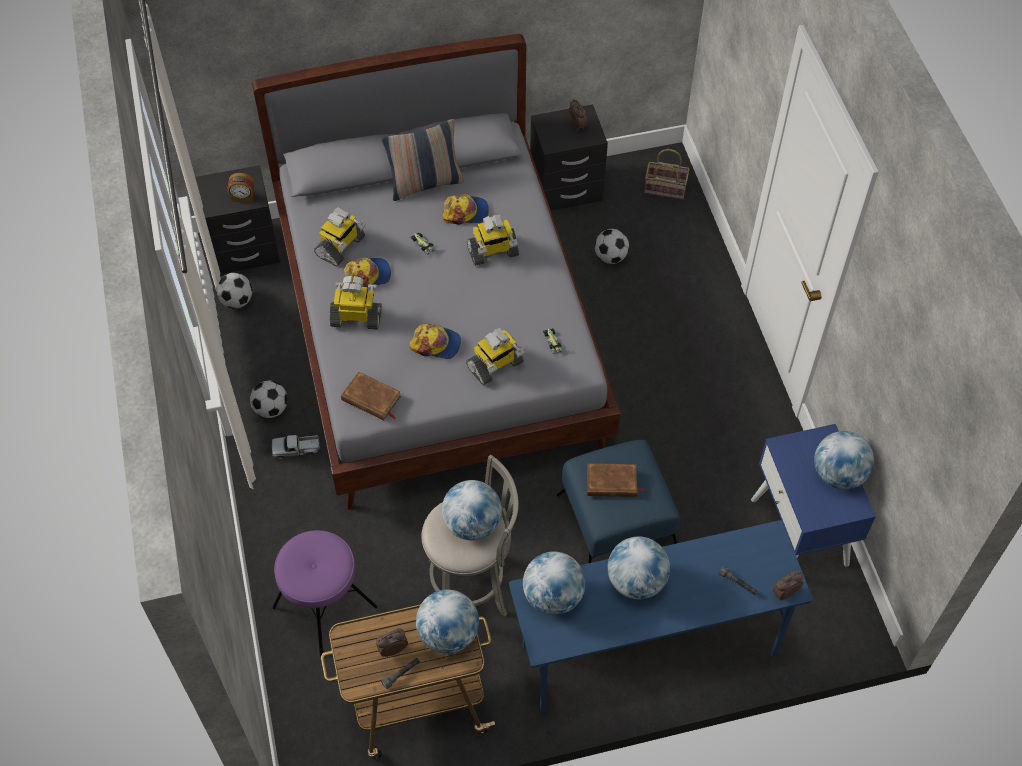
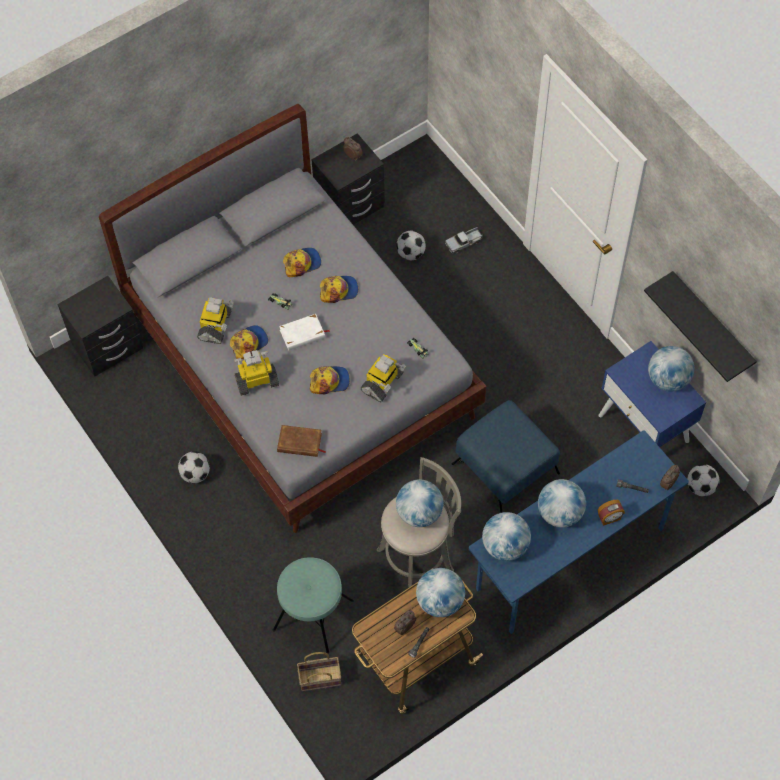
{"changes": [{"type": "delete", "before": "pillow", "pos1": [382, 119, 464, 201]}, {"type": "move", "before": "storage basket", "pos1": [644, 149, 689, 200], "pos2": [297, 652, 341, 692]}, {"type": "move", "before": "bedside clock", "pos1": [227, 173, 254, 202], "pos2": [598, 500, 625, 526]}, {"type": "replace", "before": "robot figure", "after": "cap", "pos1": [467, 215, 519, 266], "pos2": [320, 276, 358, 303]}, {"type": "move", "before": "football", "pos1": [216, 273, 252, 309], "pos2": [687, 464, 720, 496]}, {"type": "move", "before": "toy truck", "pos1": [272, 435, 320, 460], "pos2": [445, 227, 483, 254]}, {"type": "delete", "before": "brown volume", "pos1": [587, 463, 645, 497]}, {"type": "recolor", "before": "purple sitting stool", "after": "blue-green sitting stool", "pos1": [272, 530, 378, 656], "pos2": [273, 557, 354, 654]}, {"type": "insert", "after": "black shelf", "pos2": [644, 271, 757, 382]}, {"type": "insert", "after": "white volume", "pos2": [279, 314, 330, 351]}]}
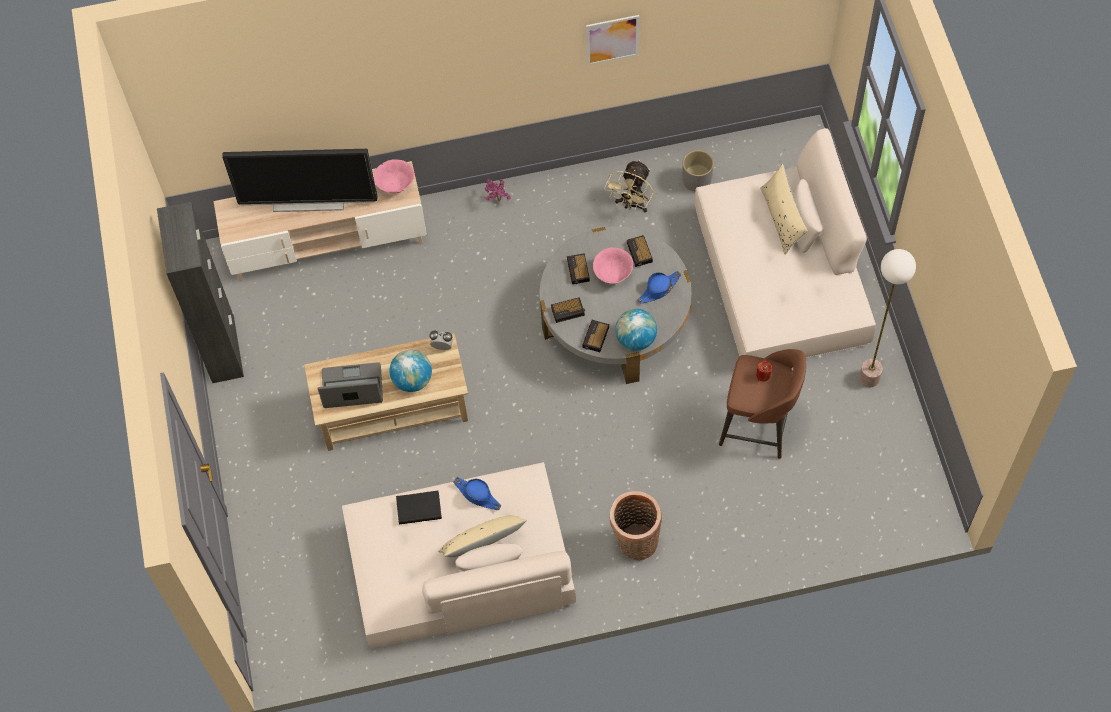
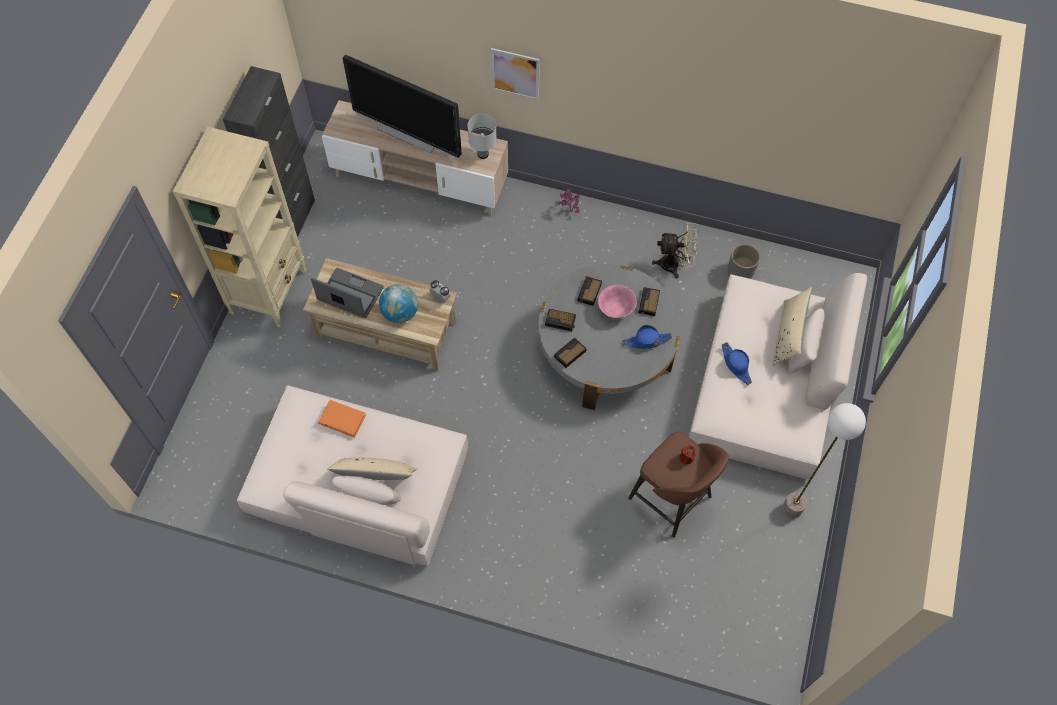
{"changes": [{"type": "move", "before": "picture", "pos1": [586, 15, 639, 66], "pos2": [491, 48, 540, 100]}, {"type": "replace", "before": "pinkish deep dish", "after": "white table lamp", "pos1": [374, 159, 414, 194], "pos2": [467, 114, 497, 159]}, {"type": "rotate", "before": "beige electric fan", "pos1": [604, 160, 654, 212], "pos2": [652, 223, 698, 278], "turn": -135}, {"type": "delete", "before": "desk globe", "pos1": [615, 309, 657, 351]}, {"type": "move", "before": "bluish wearable hat", "pos1": [453, 477, 501, 510], "pos2": [722, 342, 752, 385]}, {"type": "recolor", "before": "black volume", "after": "orange-coloured volume", "pos1": [396, 491, 442, 524], "pos2": [318, 400, 366, 437]}, {"type": "delete", "before": "storage basket", "pos1": [609, 491, 662, 560]}, {"type": "insert", "after": "beige shelving unit", "pos2": [173, 127, 306, 328]}]}
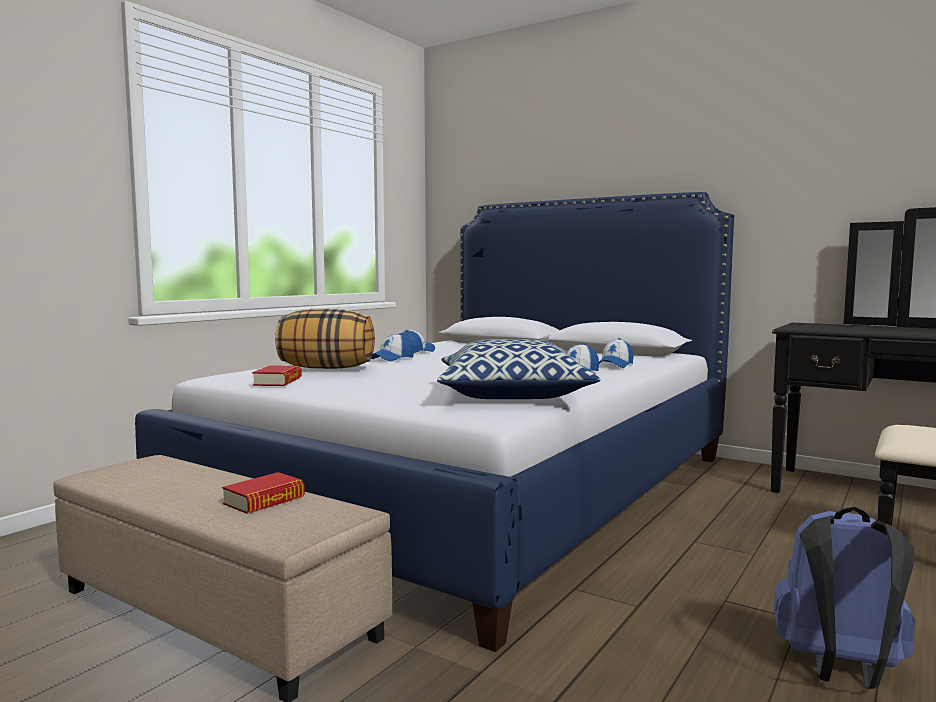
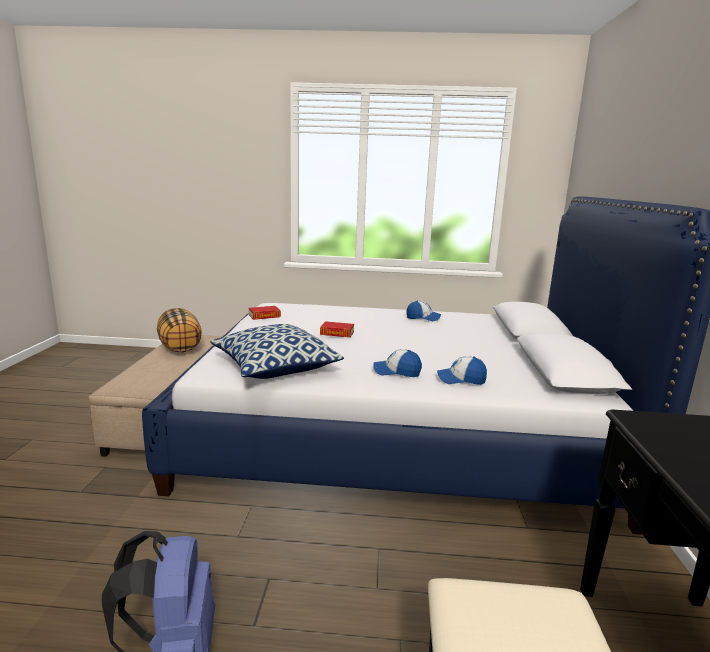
{"changes": [{"type": "move", "before": "pillow", "pos1": [275, 309, 375, 369], "pos2": [157, 308, 202, 352]}, {"type": "delete", "before": "cap", "pos1": [371, 333, 414, 361]}, {"type": "move", "before": "volume", "pos1": [222, 472, 305, 514], "pos2": [320, 321, 354, 337]}]}
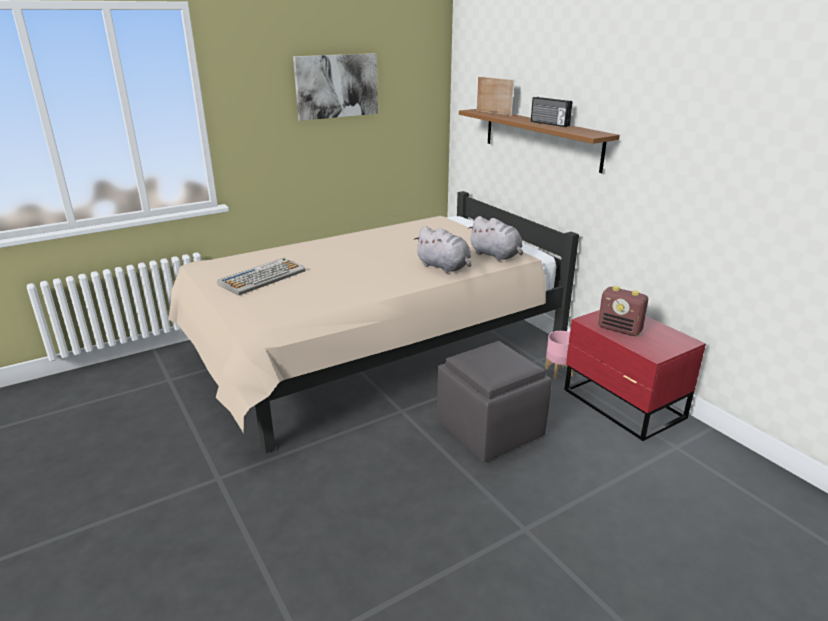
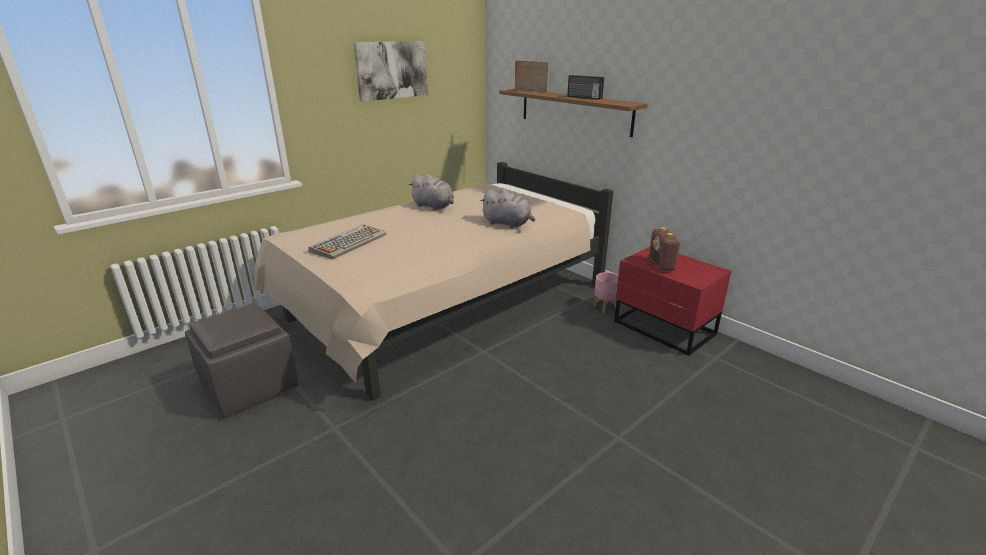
{"changes": [{"type": "move", "before": "greyish plush toy", "pos1": [468, 216, 523, 261], "pos2": [408, 174, 454, 210]}, {"type": "rotate", "before": "radio set", "pos1": [598, 286, 648, 336], "pos2": [649, 227, 682, 271], "turn": 60}, {"type": "move", "before": "greyish ottoman", "pos1": [437, 341, 552, 462], "pos2": [185, 303, 299, 418]}]}
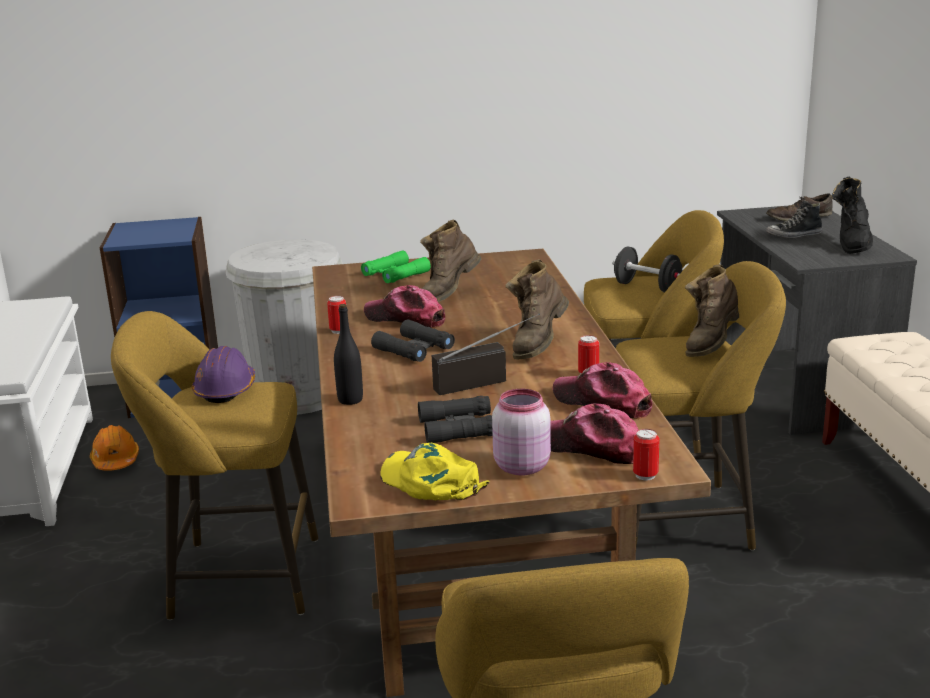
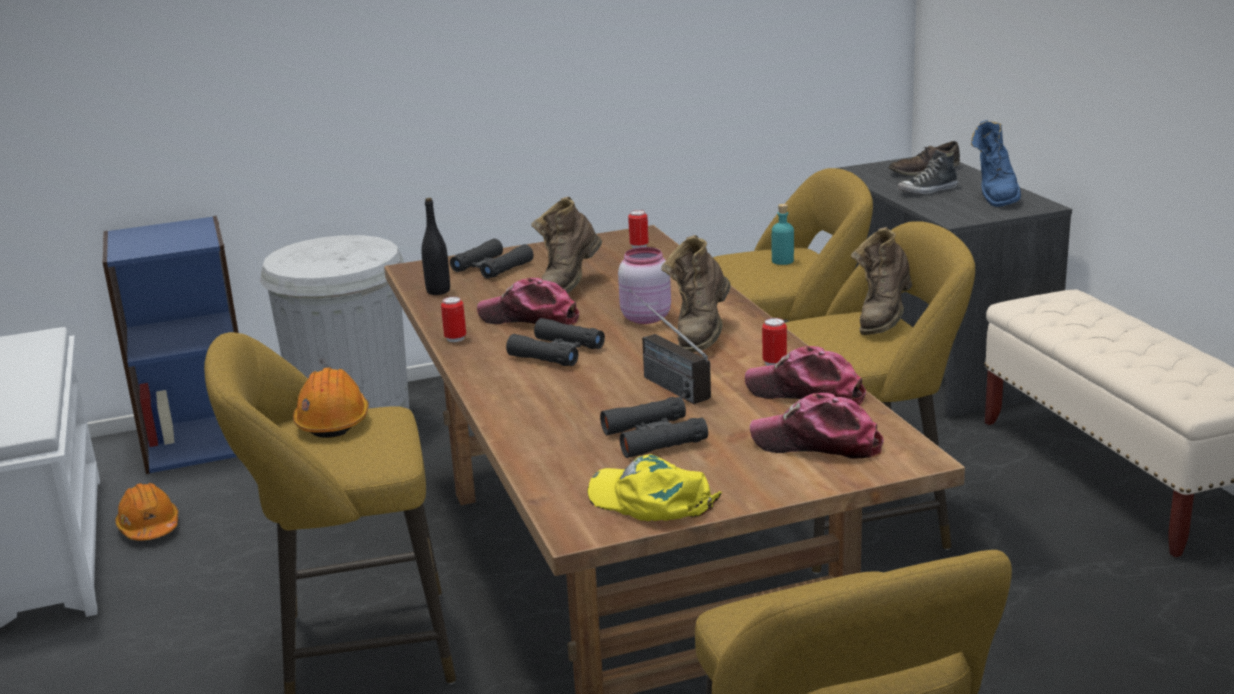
{"changes": [{"type": "recolor", "before": "black tall boot", "after": "bluish tall boot", "pos1": [831, 176, 873, 254], "pos2": [971, 120, 1021, 207]}, {"type": "replace", "before": "black hand weight", "after": "blue-green bottle", "pos1": [612, 247, 682, 292], "pos2": [772, 204, 794, 265]}, {"type": "recolor", "before": "green-coloured field glasses", "after": "black field glasses", "pos1": [361, 250, 431, 283], "pos2": [450, 238, 534, 279]}, {"type": "move", "before": "black bottle", "pos1": [334, 304, 363, 405], "pos2": [421, 198, 450, 295]}, {"type": "rotate", "before": "radio set", "pos1": [432, 313, 540, 395], "pos2": [629, 290, 711, 404], "turn": -90}, {"type": "recolor", "before": "purple hard hat", "after": "orange-coloured hard hat", "pos1": [192, 346, 255, 403], "pos2": [293, 368, 369, 438]}, {"type": "move", "before": "pinkish jar", "pos1": [492, 389, 551, 476], "pos2": [618, 247, 671, 324]}, {"type": "move", "before": "sealed can", "pos1": [633, 429, 660, 481], "pos2": [628, 210, 649, 248]}]}
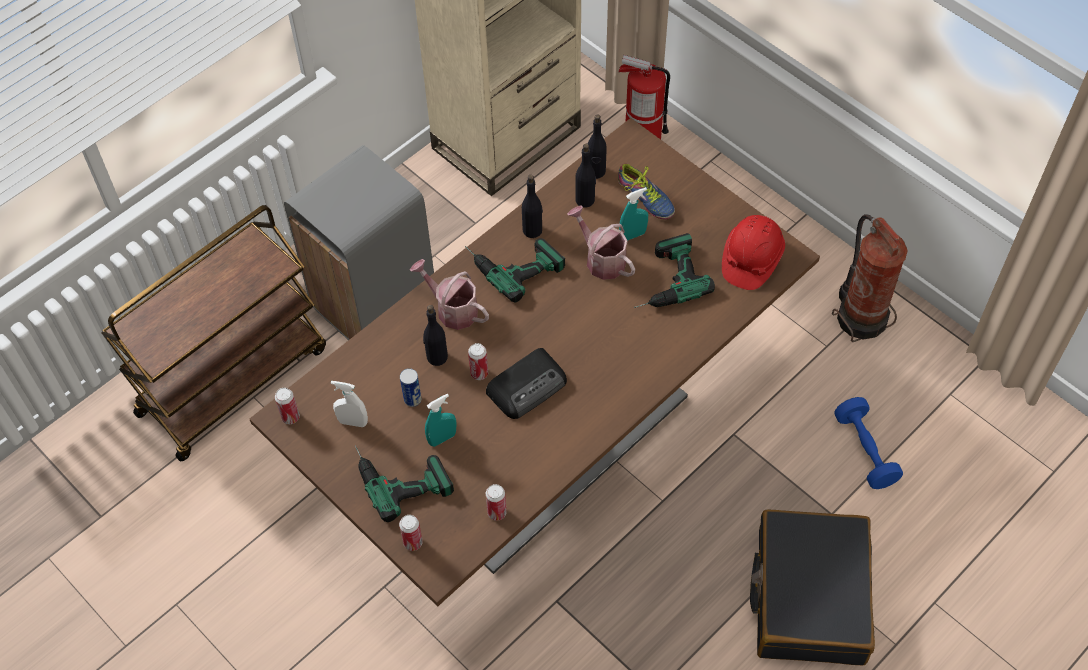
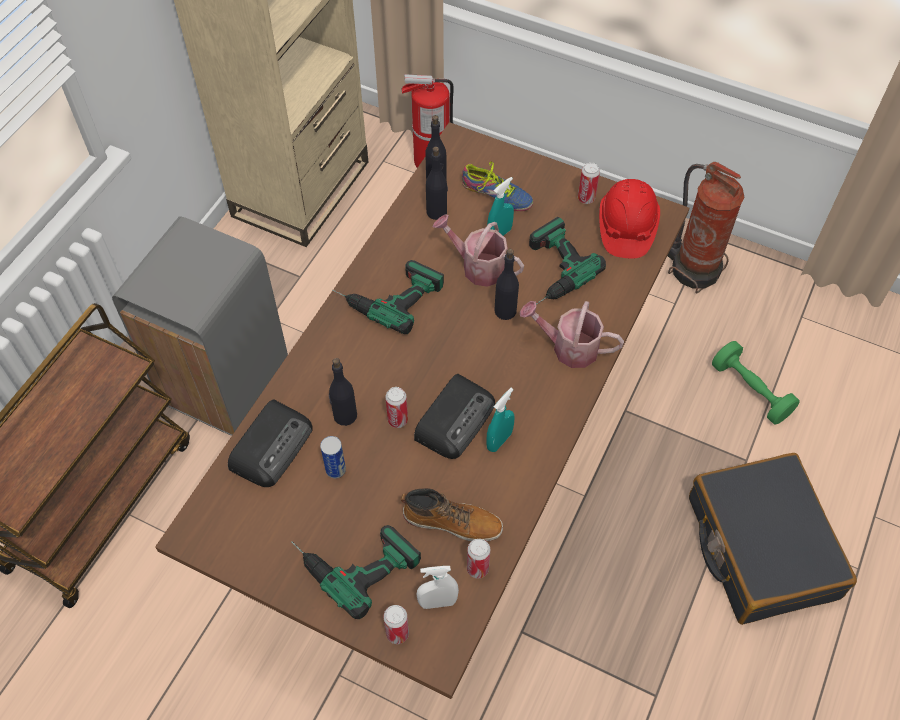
{"changes": [{"type": "move", "before": "black bottle", "pos1": [522, 175, 543, 238], "pos2": [494, 249, 519, 320]}, {"type": "move", "before": "watering can", "pos1": [410, 259, 489, 330], "pos2": [520, 301, 624, 368]}, {"type": "move", "before": "white hand sprayer", "pos1": [331, 381, 368, 427], "pos2": [416, 566, 459, 609]}, {"type": "move", "before": "sealed can", "pos1": [275, 388, 300, 424], "pos2": [578, 162, 600, 204]}, {"type": "move", "before": "blue-green hand sprayer", "pos1": [425, 394, 456, 447], "pos2": [486, 388, 515, 452]}, {"type": "recolor", "before": "bluish hand weight", "after": "green-coloured hand weight", "pos1": [834, 397, 903, 489], "pos2": [712, 341, 800, 424]}, {"type": "insert", "after": "radio set", "pos2": [228, 400, 313, 487]}, {"type": "insert", "after": "tall boot", "pos2": [401, 488, 503, 541]}]}
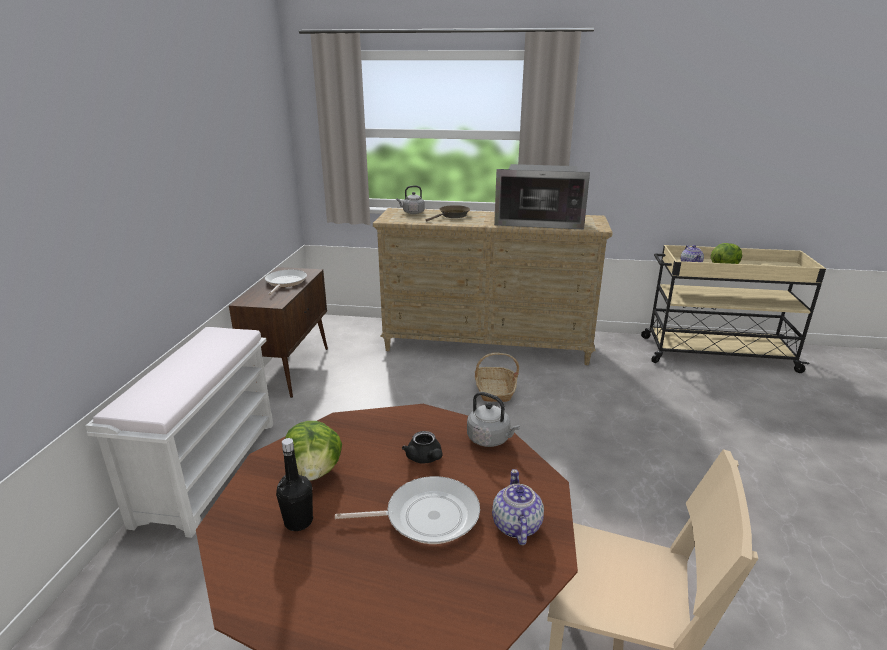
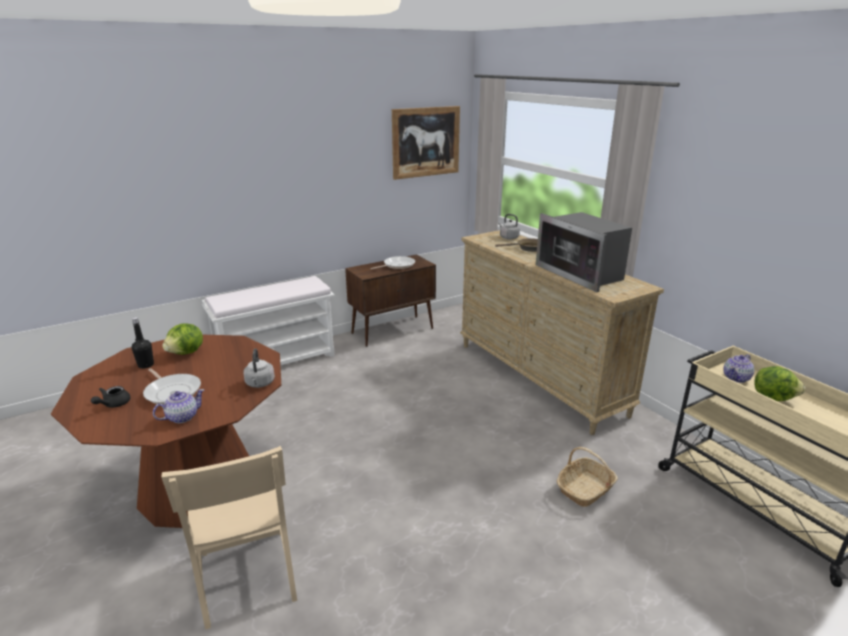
{"changes": [{"type": "move", "before": "storage basket", "pos1": [475, 352, 519, 402], "pos2": [557, 447, 618, 507]}, {"type": "move", "before": "black teapot", "pos1": [402, 431, 443, 464], "pos2": [91, 386, 130, 408]}, {"type": "insert", "after": "picture", "pos2": [392, 106, 460, 180]}]}
